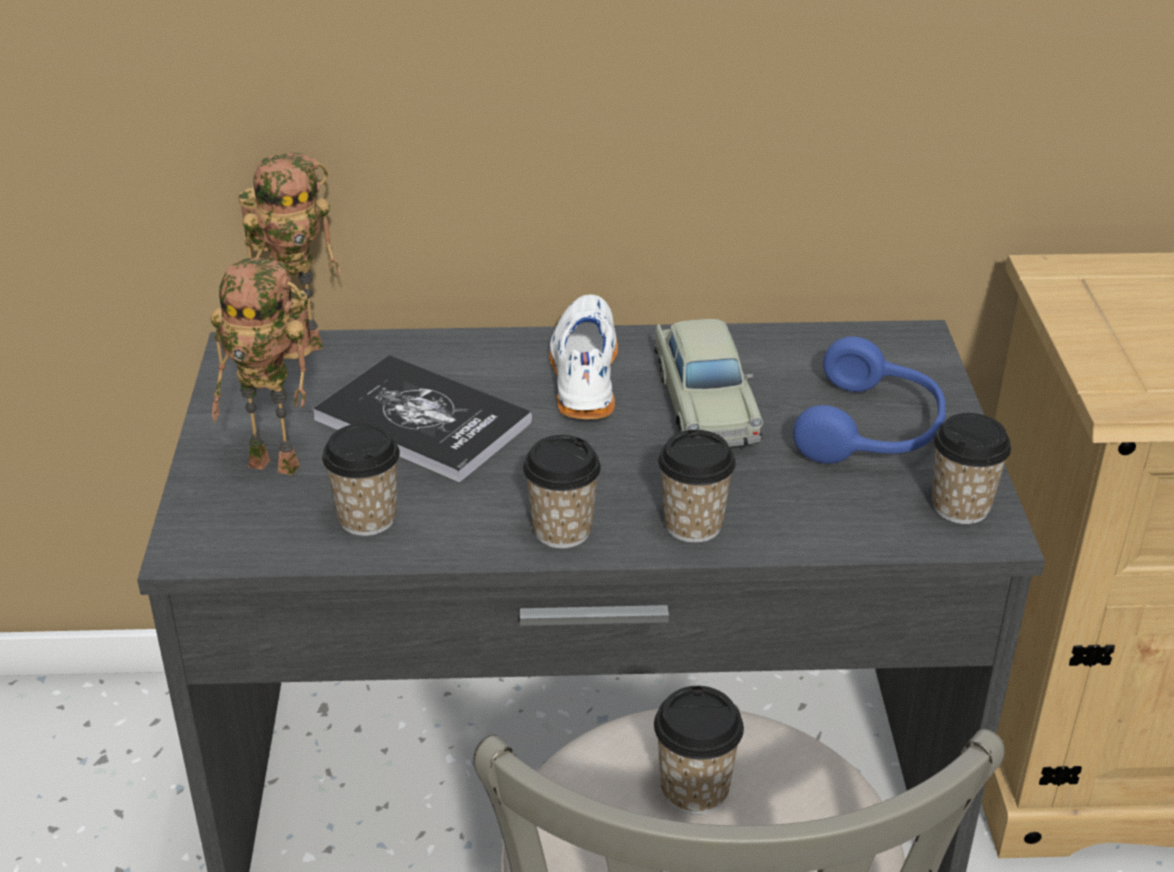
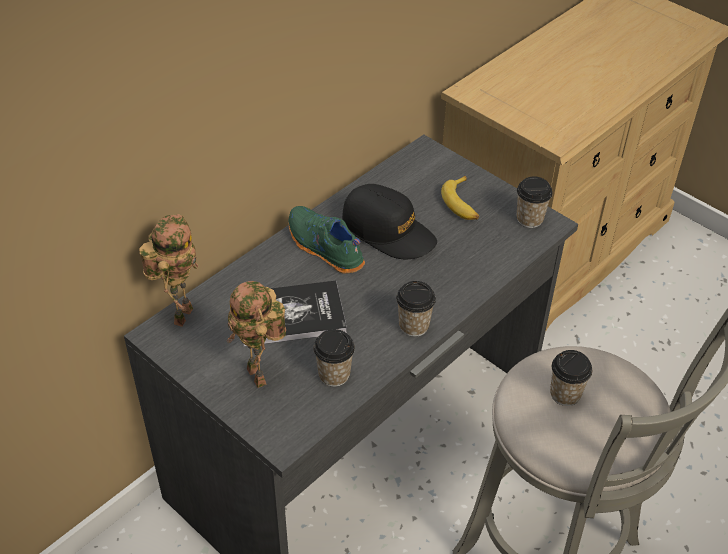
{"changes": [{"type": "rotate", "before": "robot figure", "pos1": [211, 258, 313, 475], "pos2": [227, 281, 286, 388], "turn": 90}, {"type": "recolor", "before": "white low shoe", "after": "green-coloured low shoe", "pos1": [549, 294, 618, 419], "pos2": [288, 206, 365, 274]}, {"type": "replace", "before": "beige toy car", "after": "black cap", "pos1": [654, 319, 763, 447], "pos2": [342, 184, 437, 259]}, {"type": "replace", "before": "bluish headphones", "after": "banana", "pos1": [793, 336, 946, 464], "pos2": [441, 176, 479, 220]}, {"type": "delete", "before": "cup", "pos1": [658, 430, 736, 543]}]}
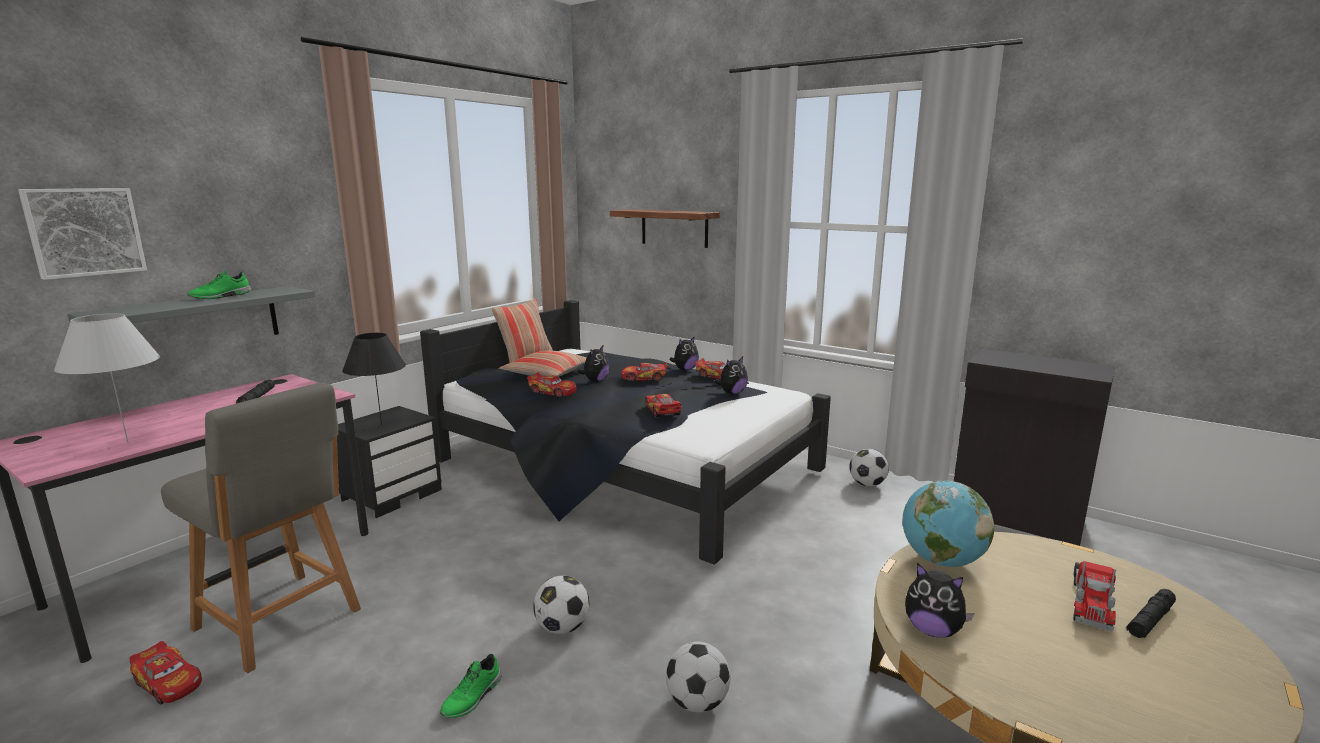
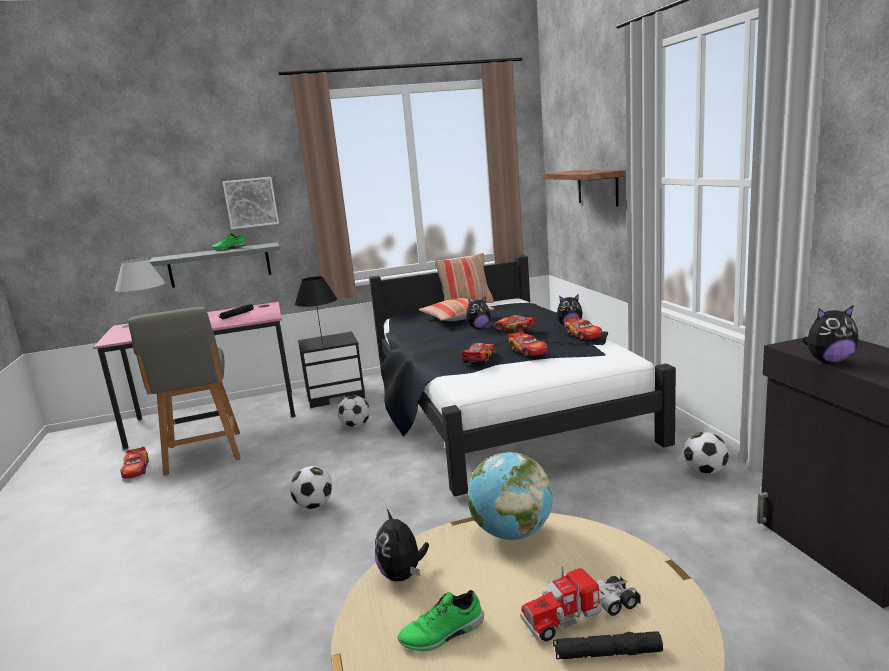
{"changes": [{"type": "move", "before": "picture", "pos1": [18, 188, 147, 280], "pos2": [223, 177, 279, 229]}, {"type": "move", "before": "plush toy", "pos1": [714, 357, 748, 395], "pos2": [802, 305, 859, 363]}, {"type": "move", "before": "toy car", "pos1": [527, 372, 577, 398], "pos2": [508, 331, 548, 357]}, {"type": "move", "before": "football", "pos1": [666, 642, 730, 712], "pos2": [337, 396, 370, 428]}, {"type": "move", "before": "green-coloured low shoe", "pos1": [440, 654, 502, 718], "pos2": [397, 590, 484, 651]}]}
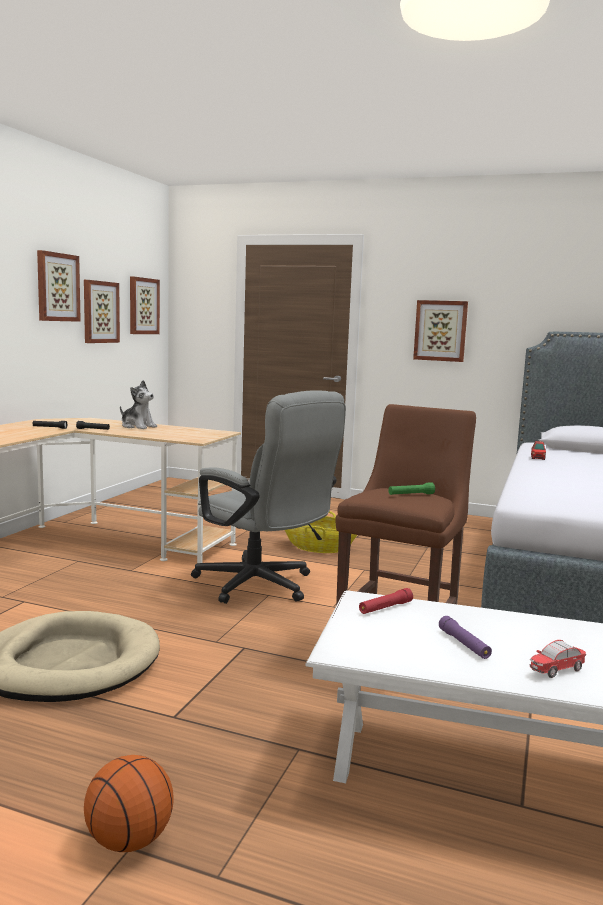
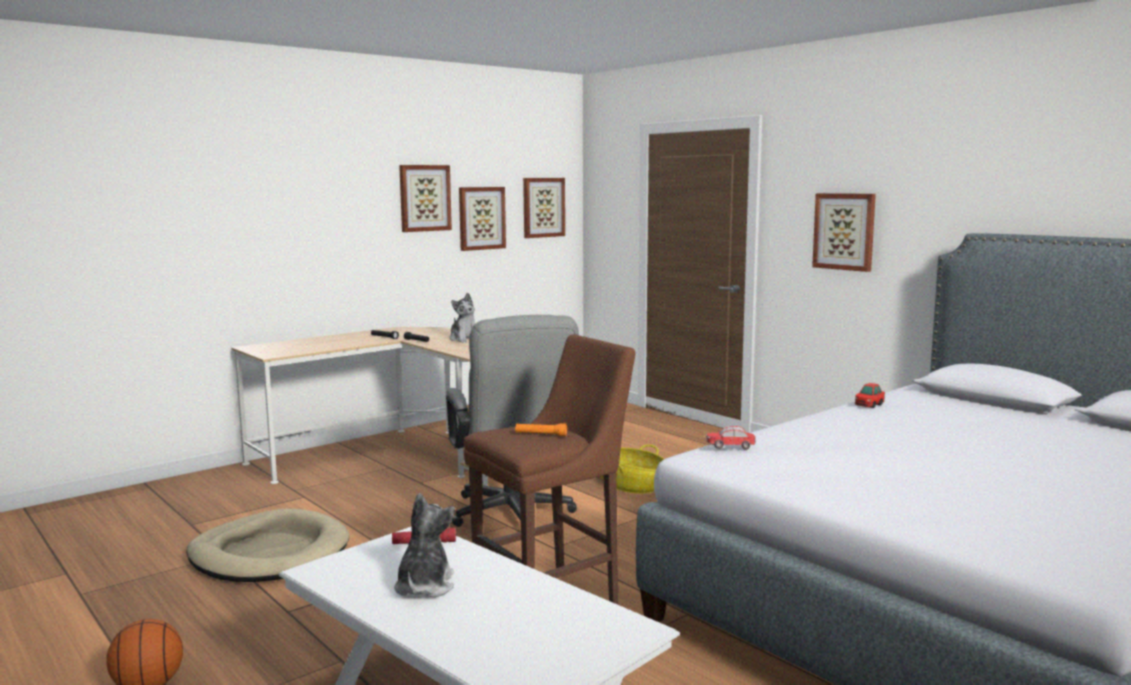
{"changes": [{"type": "recolor", "before": "green-coloured torch", "after": "orange-coloured torch", "pos1": [388, 482, 435, 495], "pos2": [515, 423, 567, 436]}, {"type": "replace", "before": "purple torch", "after": "plush toy", "pos1": [439, 616, 492, 659], "pos2": [394, 493, 455, 597]}, {"type": "move", "before": "toy car", "pos1": [530, 640, 586, 678], "pos2": [706, 426, 756, 450]}]}
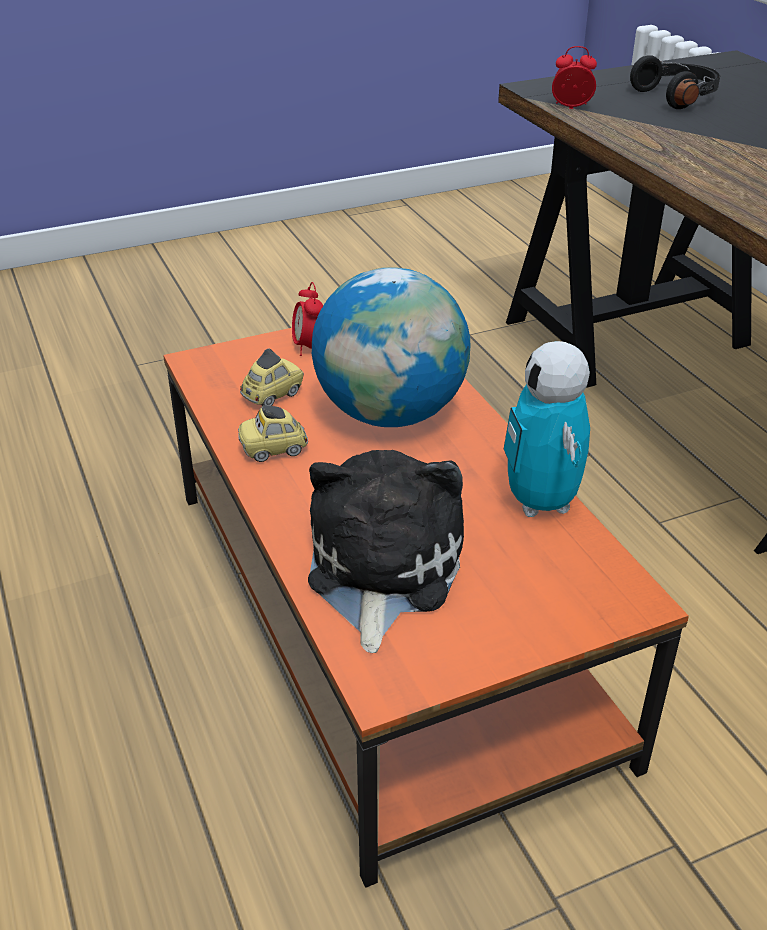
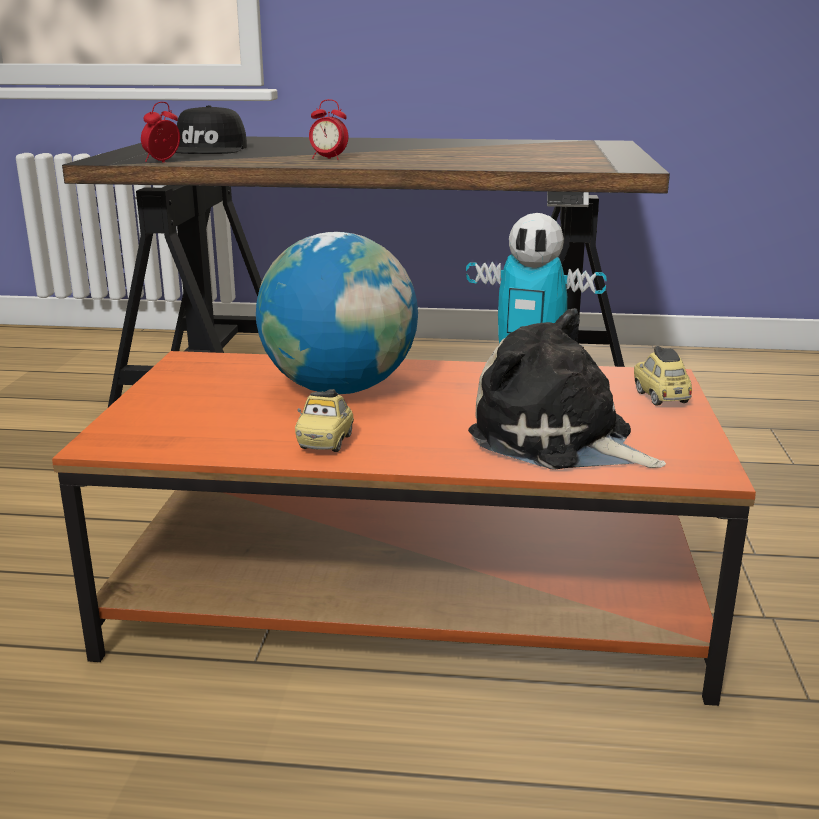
{"changes": [{"type": "replace", "before": "black headphones", "after": "black cap", "pos1": [630, 55, 720, 109], "pos2": [175, 105, 247, 154]}, {"type": "move", "before": "bedside clock", "pos1": [292, 282, 323, 356], "pos2": [309, 99, 349, 160]}, {"type": "move", "before": "toy car", "pos1": [240, 348, 304, 406], "pos2": [634, 346, 692, 406]}]}
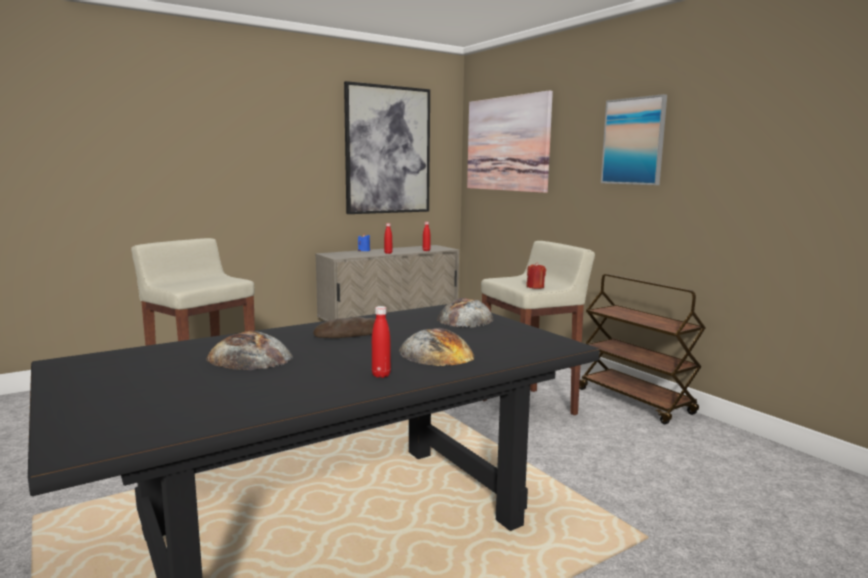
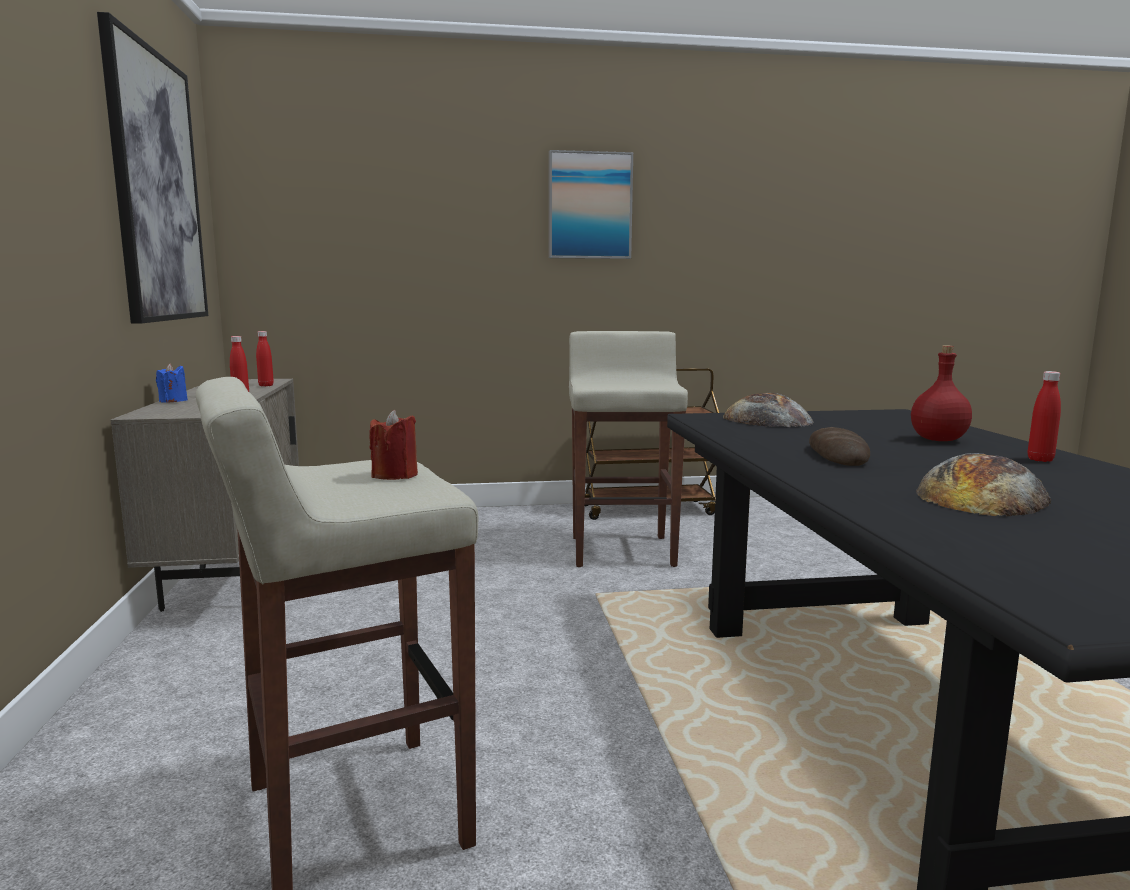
{"changes": [{"type": "delete", "before": "picture", "pos1": [467, 90, 553, 193]}, {"type": "move", "before": "red-coloured candle", "pos1": [526, 262, 546, 289], "pos2": [369, 410, 418, 480]}, {"type": "replace", "before": "baked bread", "after": "red-coloured bottle", "pos1": [399, 328, 474, 366], "pos2": [911, 346, 972, 441]}]}
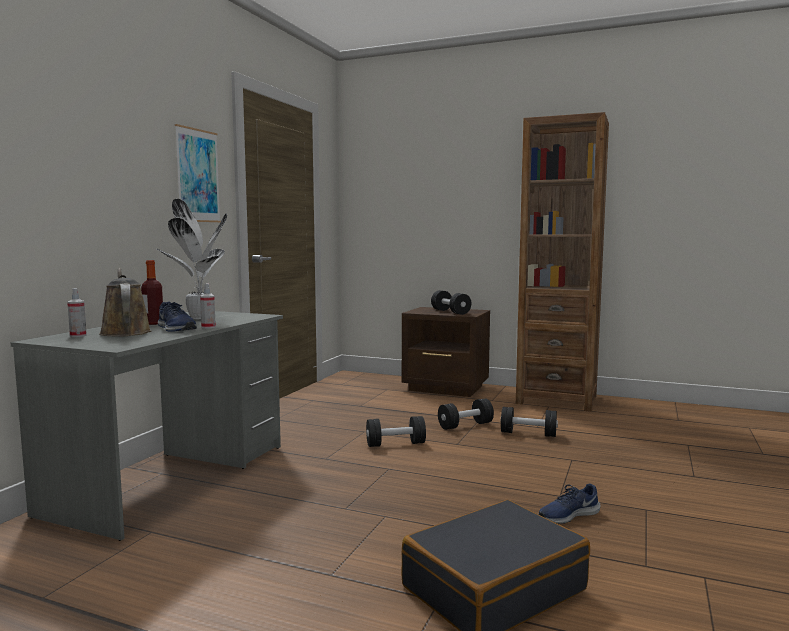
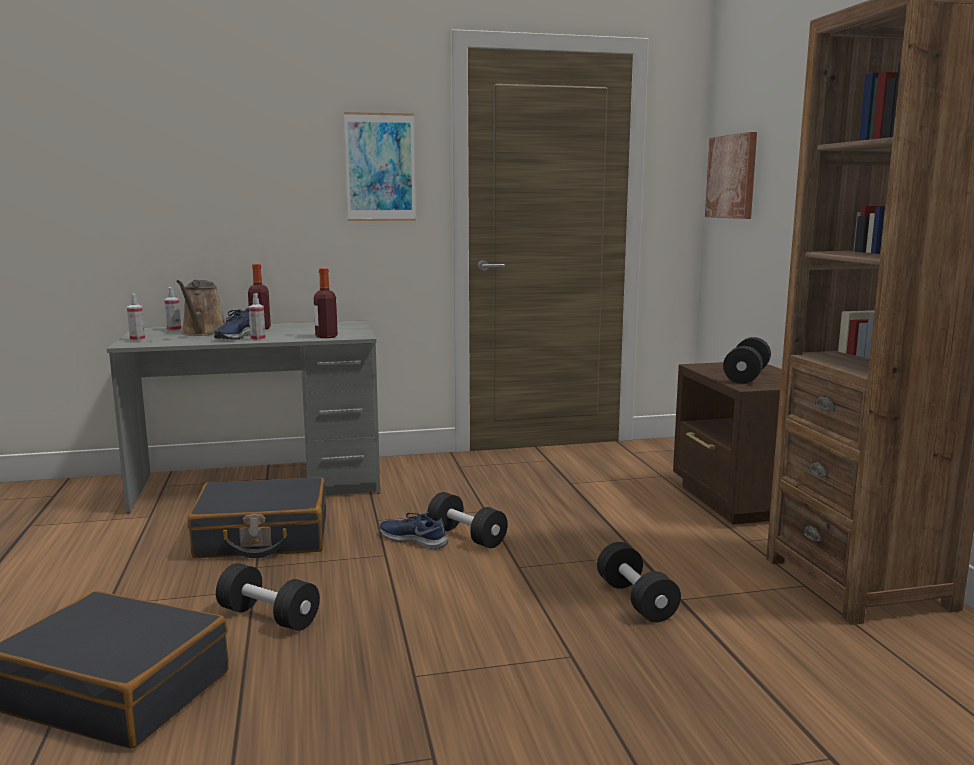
{"changes": [{"type": "delete", "before": "plant in a pot", "pos1": [157, 199, 227, 319]}, {"type": "rotate", "before": "brown watering can", "pos1": [99, 268, 151, 336], "pos2": [176, 280, 225, 336], "turn": 150}, {"type": "move", "before": "black hand weight", "pos1": [438, 399, 494, 430], "pos2": [216, 563, 320, 631]}, {"type": "move", "before": "bluish low shoe", "pos1": [539, 484, 601, 524], "pos2": [380, 512, 448, 549]}, {"type": "insert", "after": "picture", "pos2": [705, 132, 757, 219]}, {"type": "insert", "after": "bottle", "pos2": [314, 268, 338, 338]}, {"type": "insert", "after": "hand sprayer", "pos2": [127, 294, 145, 341]}, {"type": "insert", "after": "black piece of luggage", "pos2": [188, 477, 326, 558]}]}
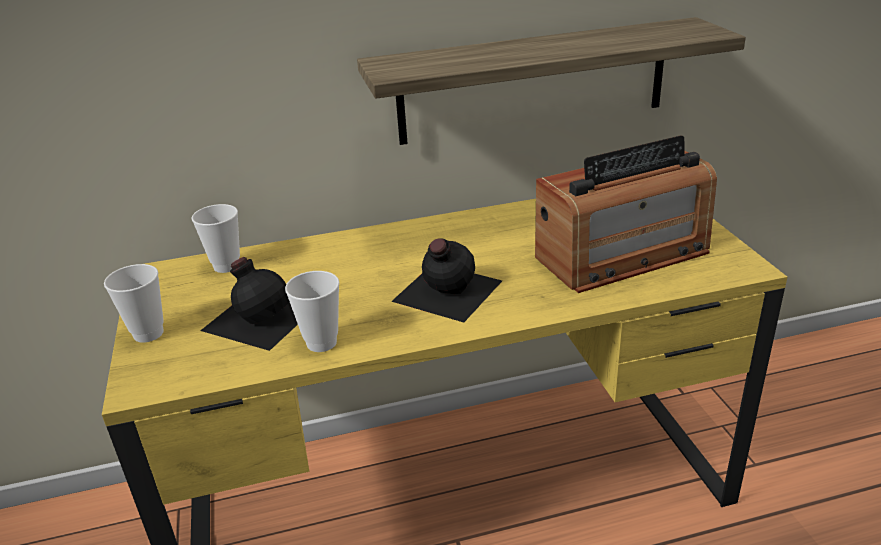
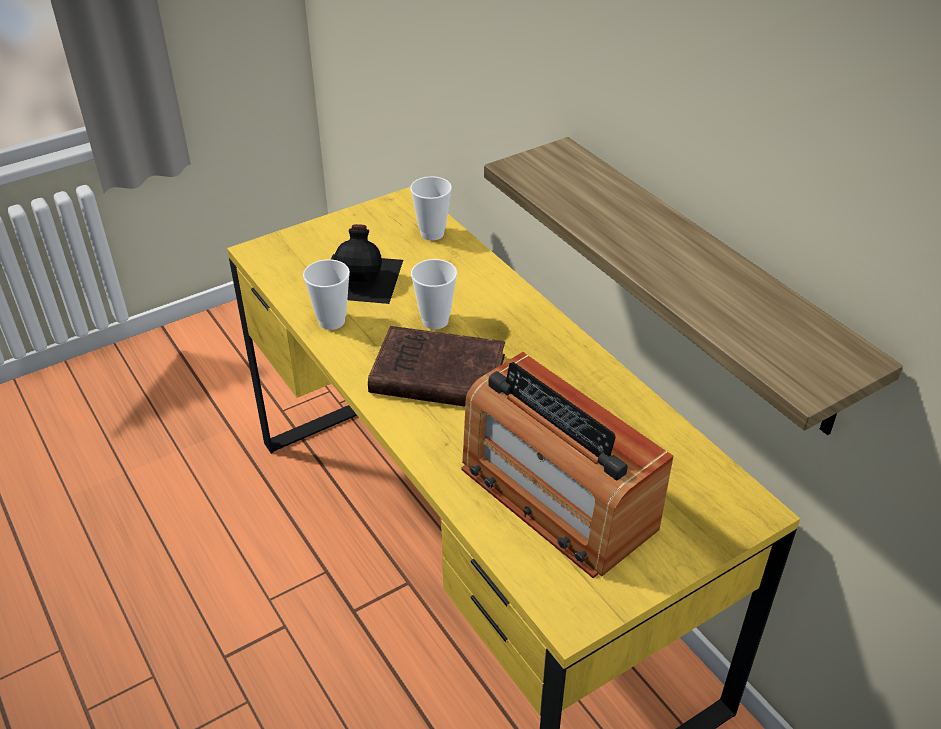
{"changes": [{"type": "replace", "before": "black bottle", "after": "brown volume", "pos1": [391, 238, 502, 322], "pos2": [368, 326, 505, 407]}, {"type": "move", "before": "cup", "pos1": [104, 264, 164, 343], "pos2": [411, 259, 457, 329]}]}
